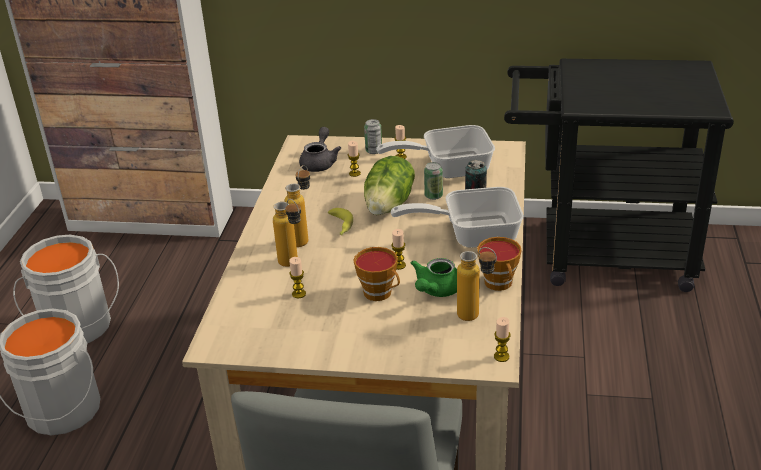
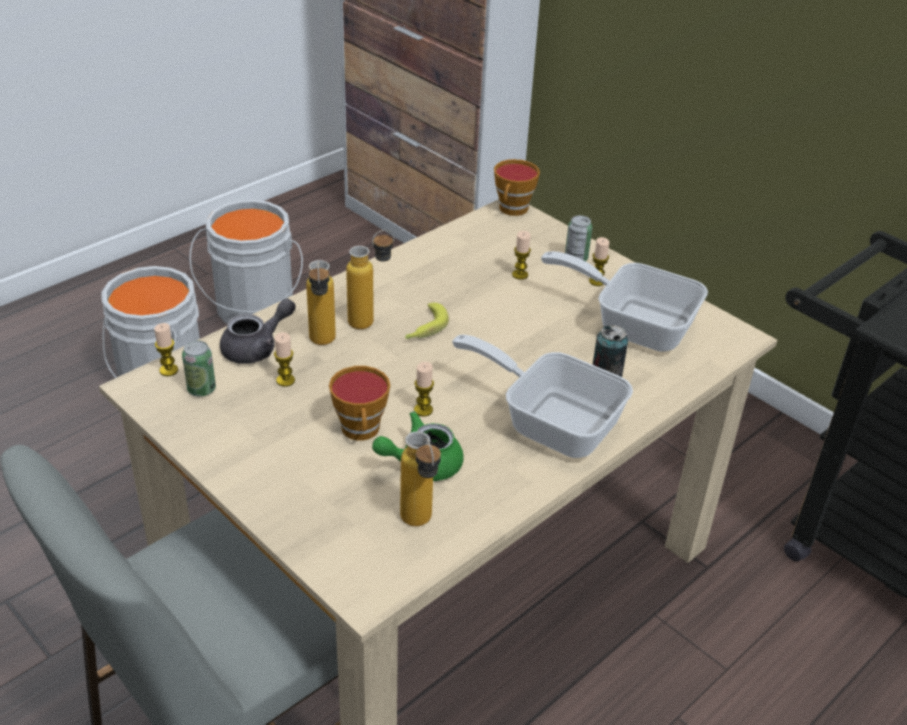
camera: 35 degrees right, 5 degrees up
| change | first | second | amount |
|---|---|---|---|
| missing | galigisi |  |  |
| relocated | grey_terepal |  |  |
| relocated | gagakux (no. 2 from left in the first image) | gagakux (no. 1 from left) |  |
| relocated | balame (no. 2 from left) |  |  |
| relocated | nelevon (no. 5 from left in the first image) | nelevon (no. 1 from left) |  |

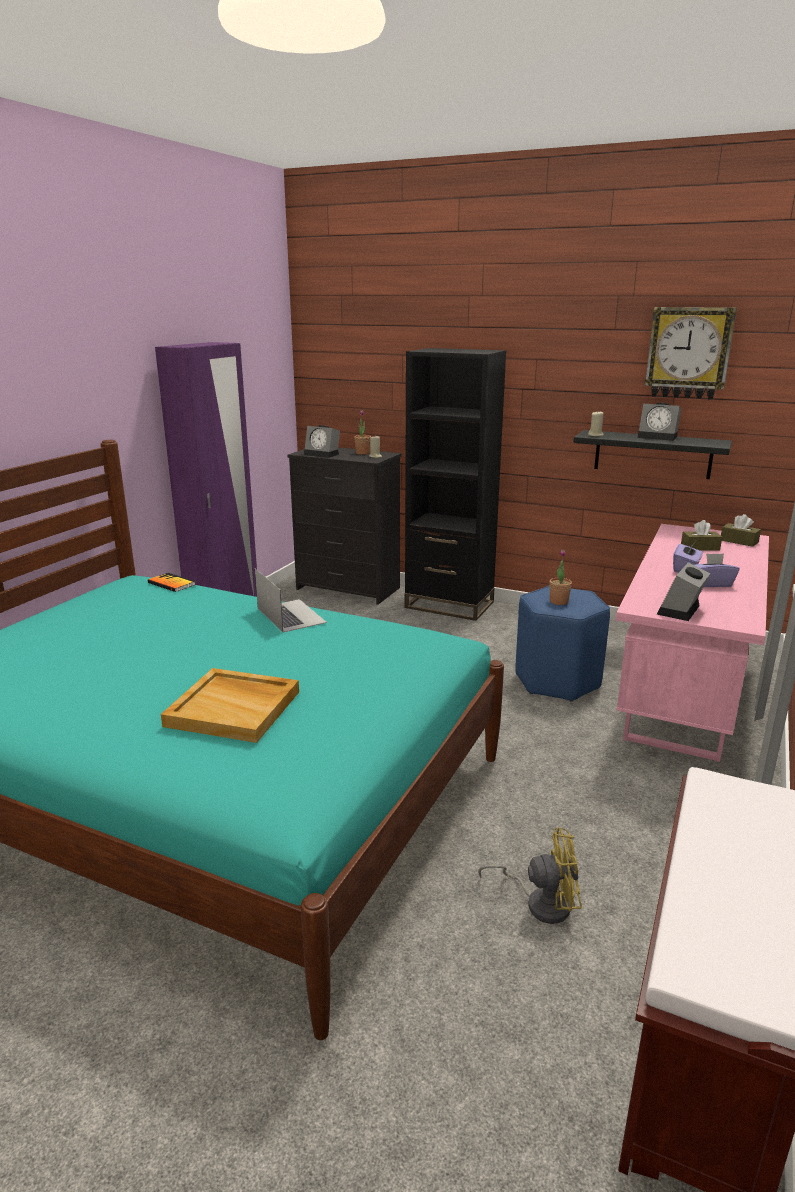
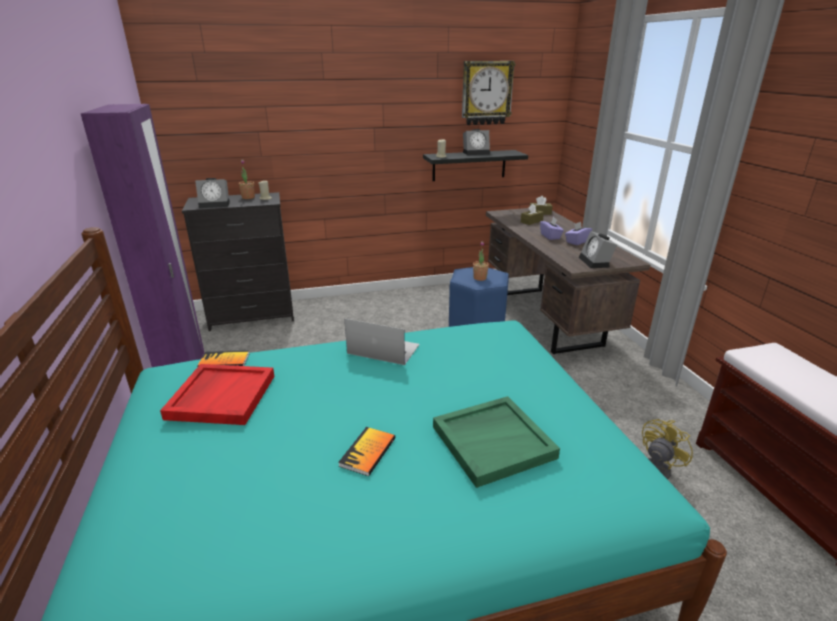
camera: 40 degrees left, 5 degrees up
| change | first | second | amount |
|---|---|---|---|
| missing | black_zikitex |  |  |
| appeared |  | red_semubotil |  |
| appeared |  | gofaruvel (no. 2 from left) |  |
| colour | beige_semubotil | green_semubotil |  |
| colour | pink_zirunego | brown_zirunego |  |

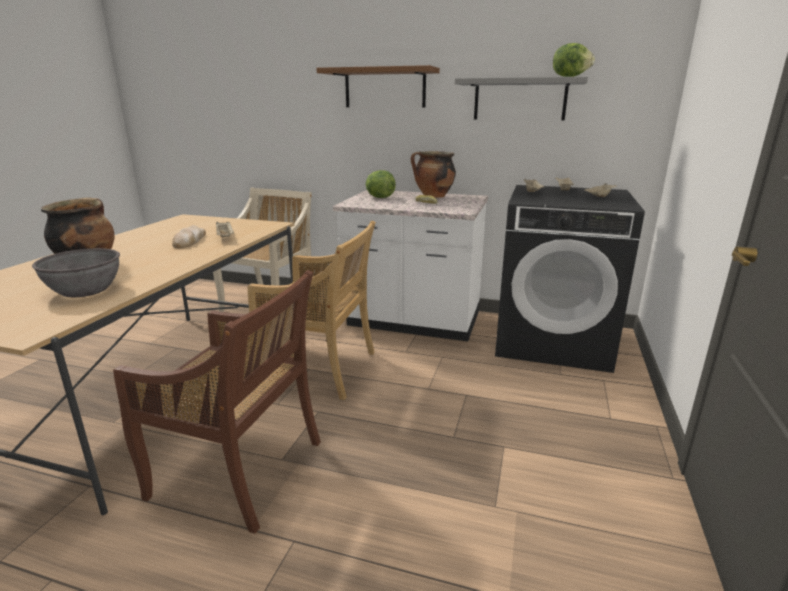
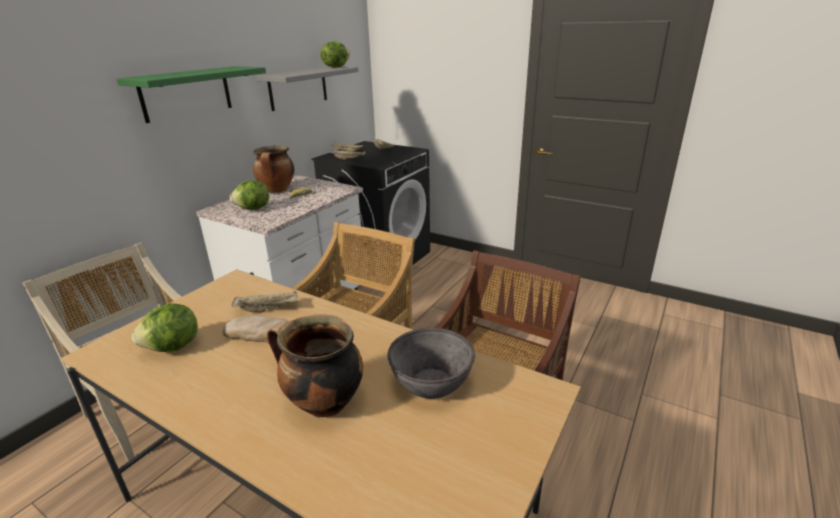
camera: 75 degrees left, 5 degrees up
| change | first | second | amount |
|---|---|---|---|
| appeared |  | galigisi (no. 1 from left) |  |
| colour | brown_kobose | green_kobose |  |

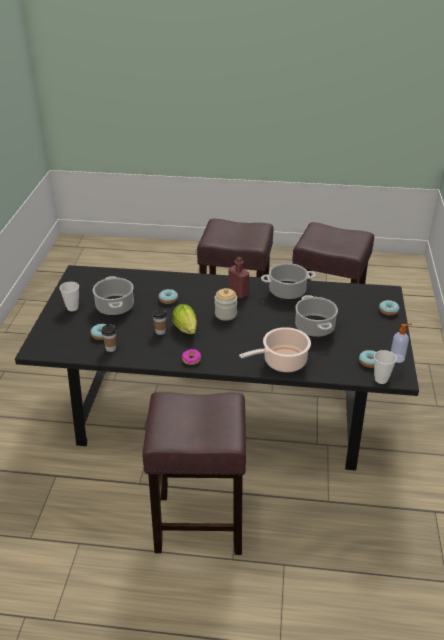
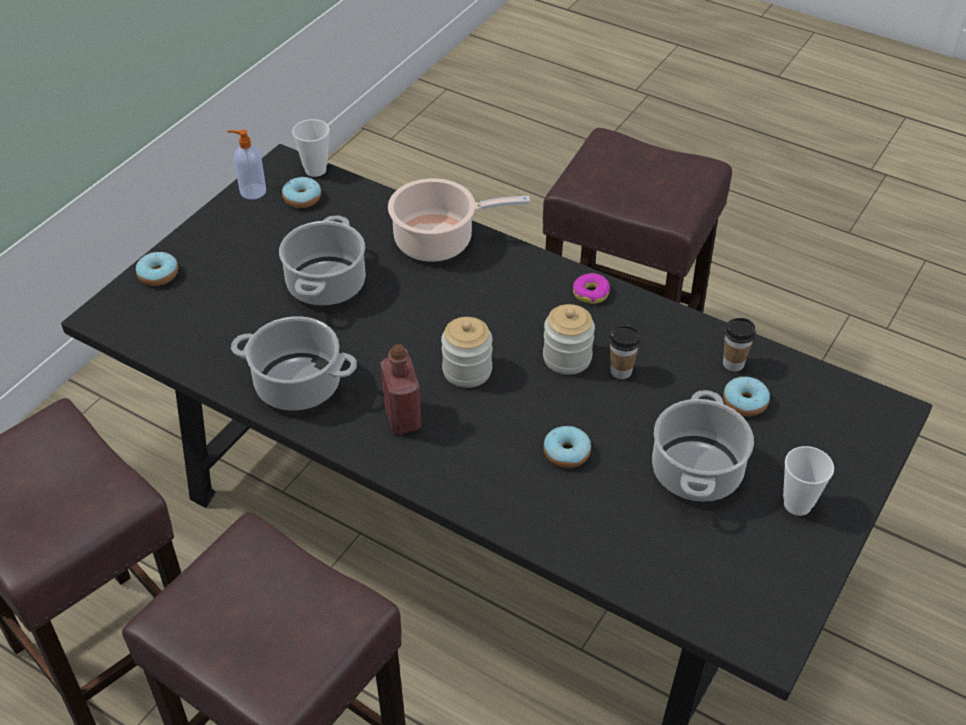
camera: 155 degrees left, 10 degrees up
| change | first | second | amount |
|---|---|---|---|
| exchanged | galigisi | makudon (no. 2 from left) |  |

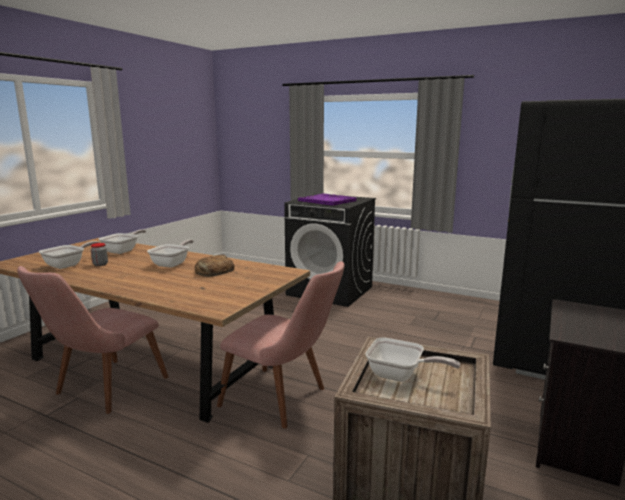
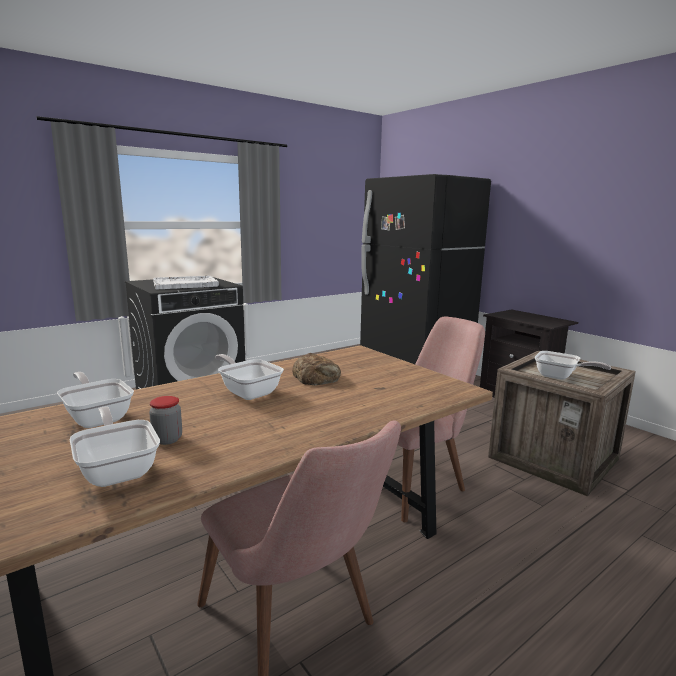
camera: 65 degrees left, 0 degrees up
| change | first | second | amount |
|---|---|---|---|
| colour | purple_semubotil | white_semubotil |  |
| spun | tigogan (no. 4 from left) |  | 75 degrees clockwise |

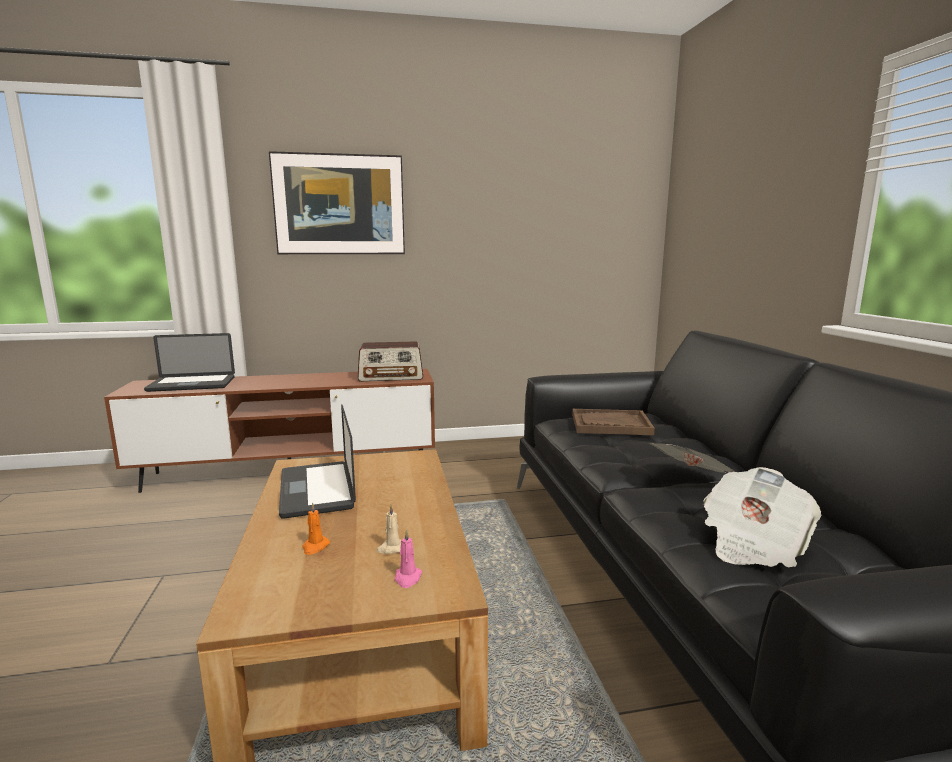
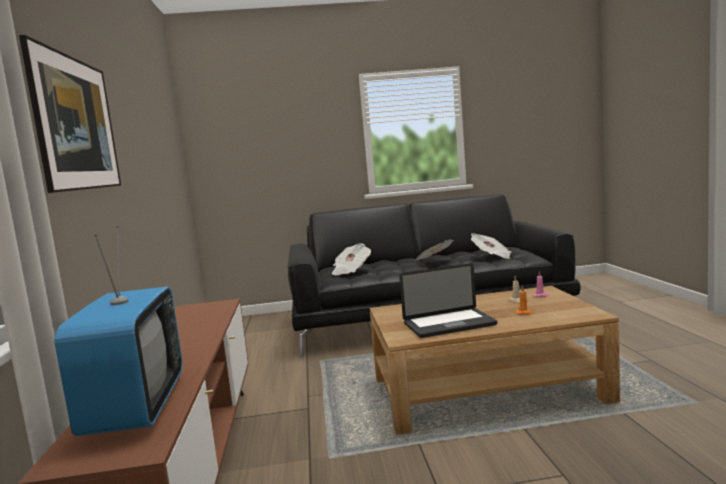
camera: 85 degrees left, 5 degrees down
| change | first | second | amount |
|---|---|---|---|
| missing | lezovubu |  |  |
| exchanged | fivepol (no. 1 from left) | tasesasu |  |
| exchanged | brown_semubotil | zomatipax (no. 1 from left) |  |

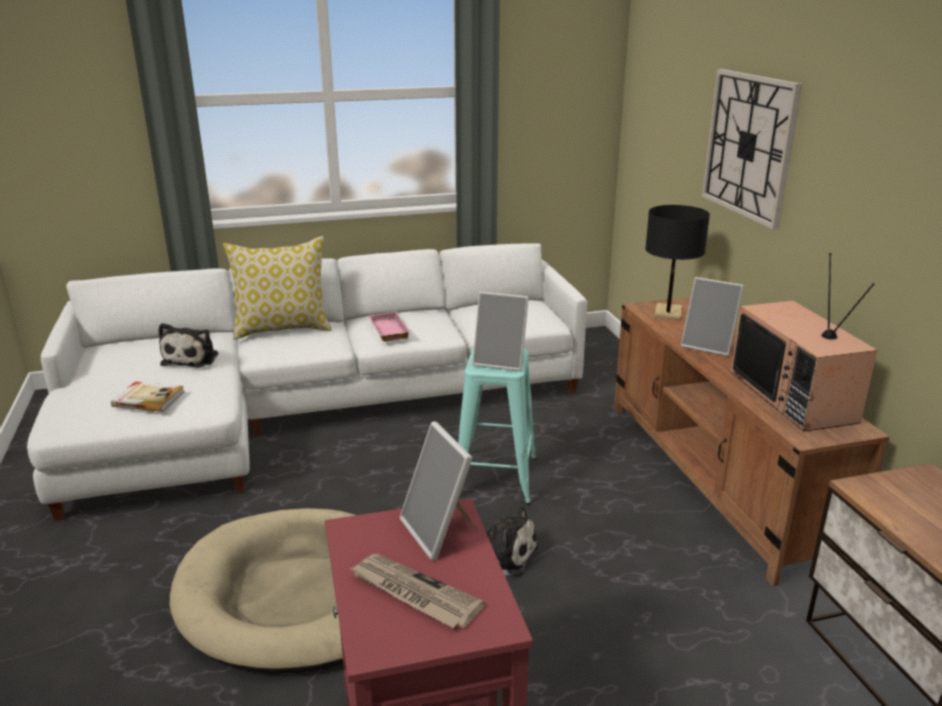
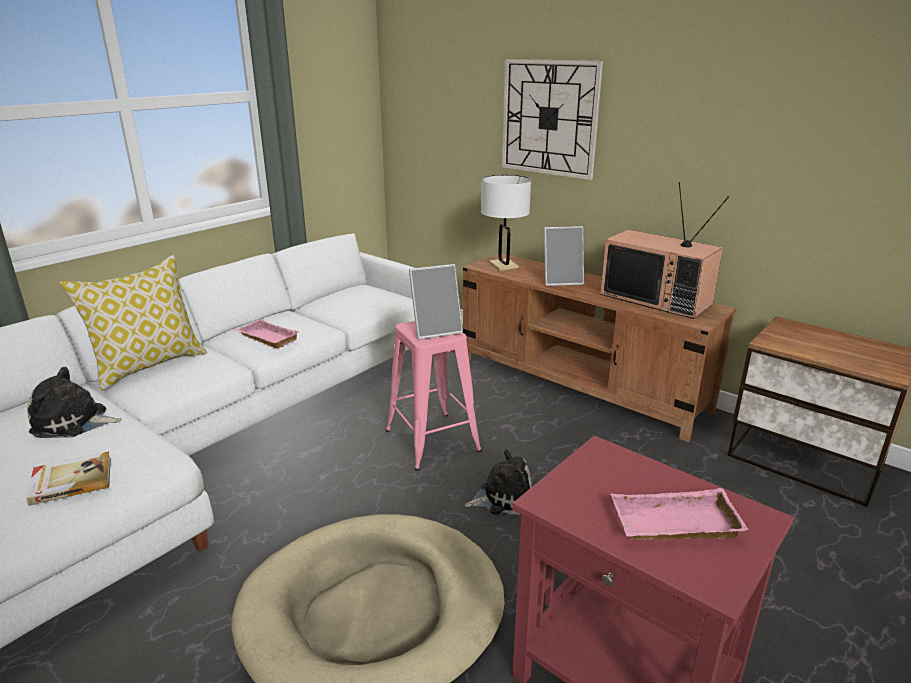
camera: 35 degrees left, 0 degrees up
| change | first | second | amount |
|---|---|---|---|
| missing | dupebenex (no. 1 from left) |  |  |
| exchanged | zomatipax | pink_semubotil (no. 2 from left) |  |
| colour | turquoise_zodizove | pink_zodizove |  |
| colour | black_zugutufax | white_zugutufax |  |
| spun | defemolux (no. 1 from left) |  | 120 degrees clockwise |

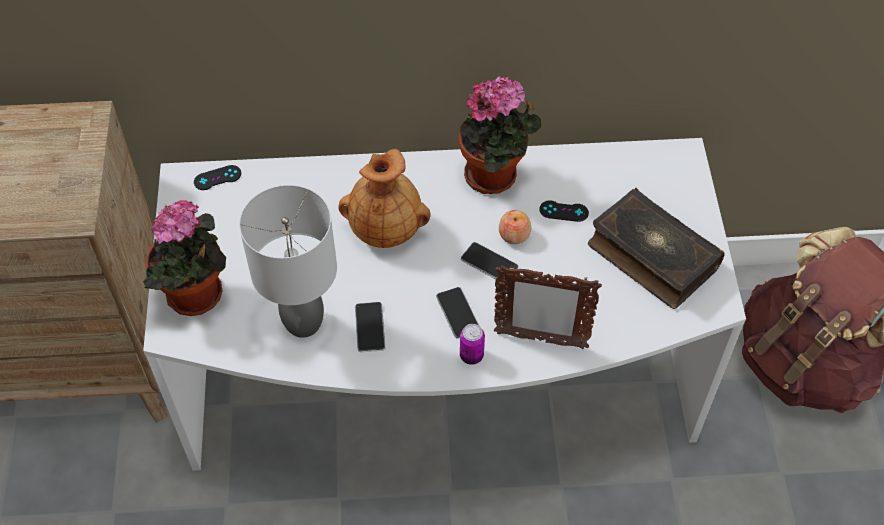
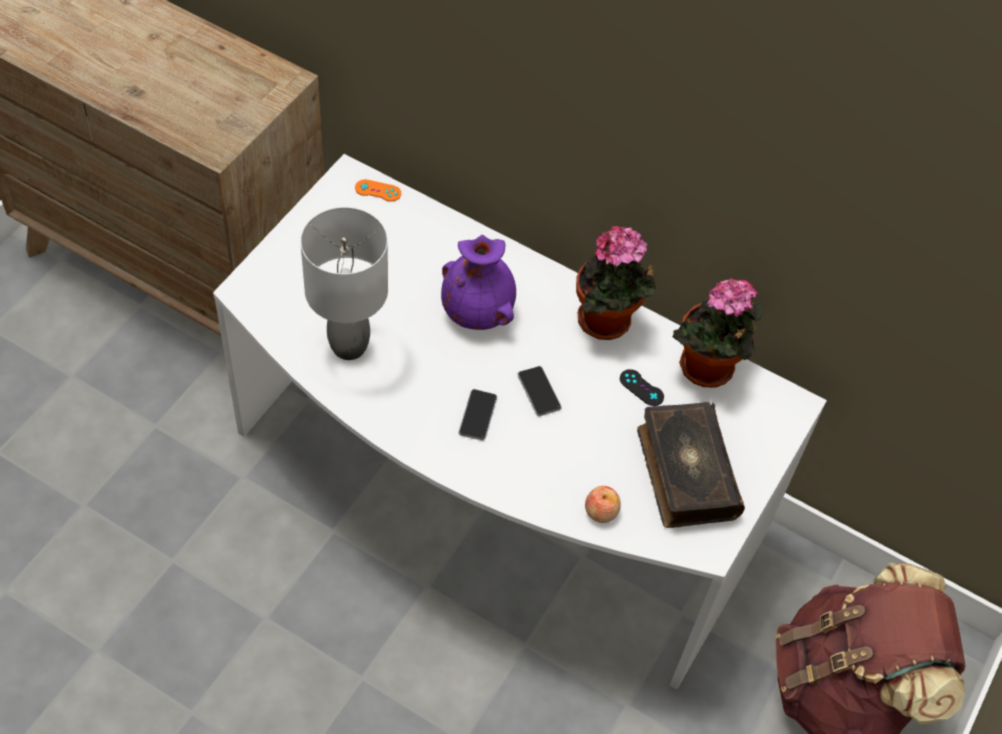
camera: 30 degrees right, 0 degrees up
| change | first | second | amount |
|---|---|---|---|
| missing | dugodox (no. 1 from left) |  |  |
| missing | gagakux |  |  |
| missing | dupebenex |  |  |
| relocated | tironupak (no. 1 from left in the first image) | tironupak (no. 2 from left) |  |
| relocated | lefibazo |  |  |
| colour | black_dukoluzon (no. 1 from left) | orange_dukoluzon |  |
| colour | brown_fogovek | purple_fogovek |  |

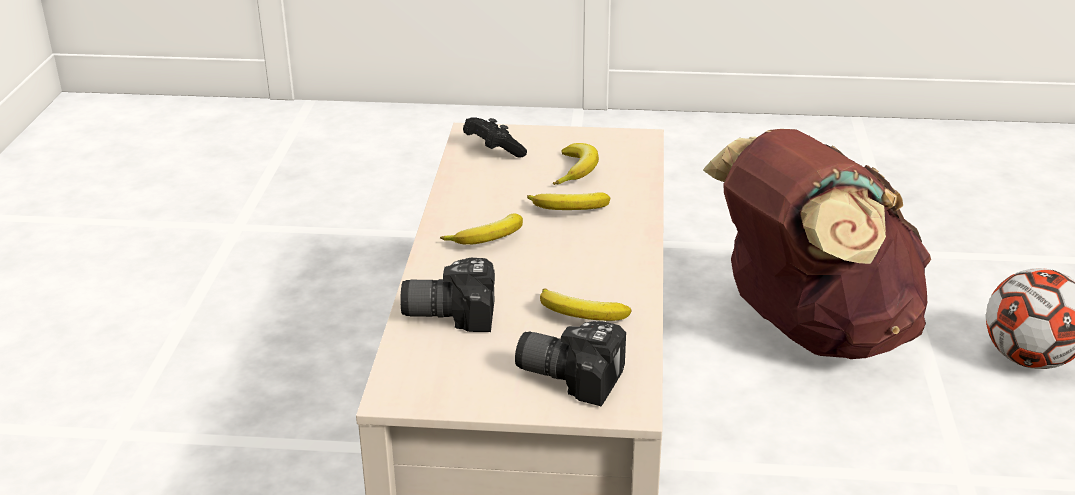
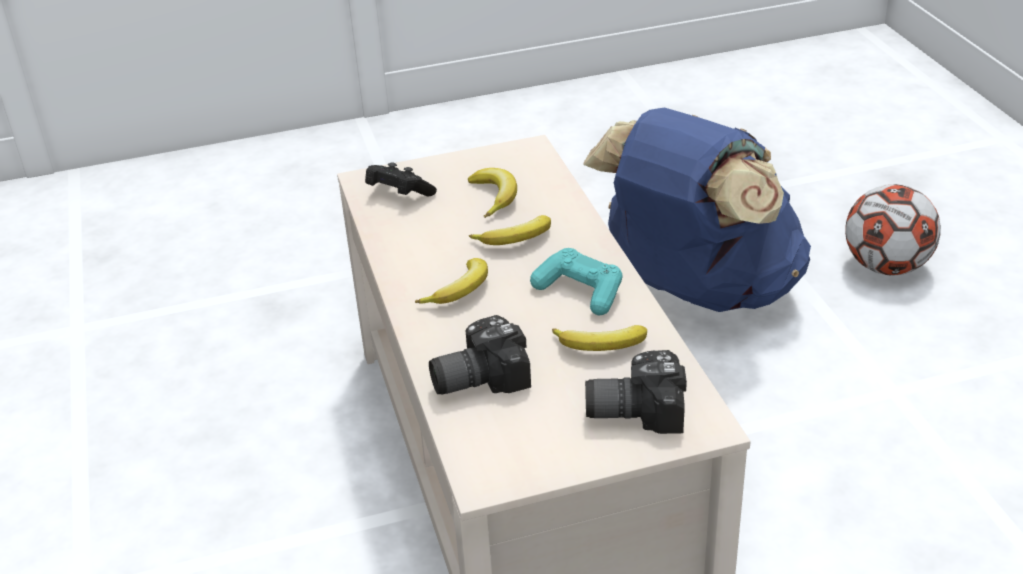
camera: 20 degrees left, 5 degrees up
| change | first | second | amount |
|---|---|---|---|
| appeared |  | turquoise_dukoluzon |  |
| colour | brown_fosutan | blue_fosutan |  |

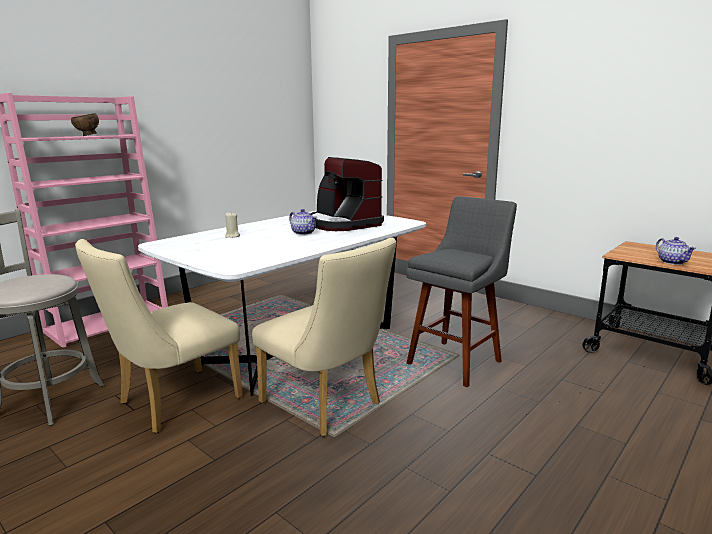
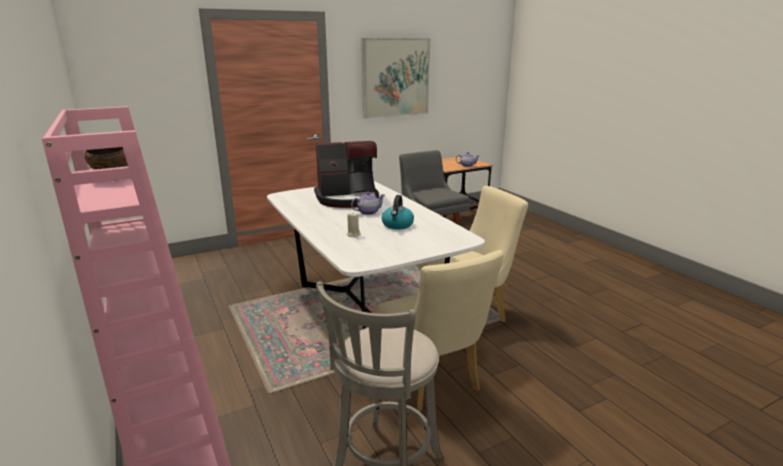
camera: 70 degrees left, 5 degrees up
| change | first | second | amount |
|---|---|---|---|
| appeared |  | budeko |  |
| appeared |  | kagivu |  |

